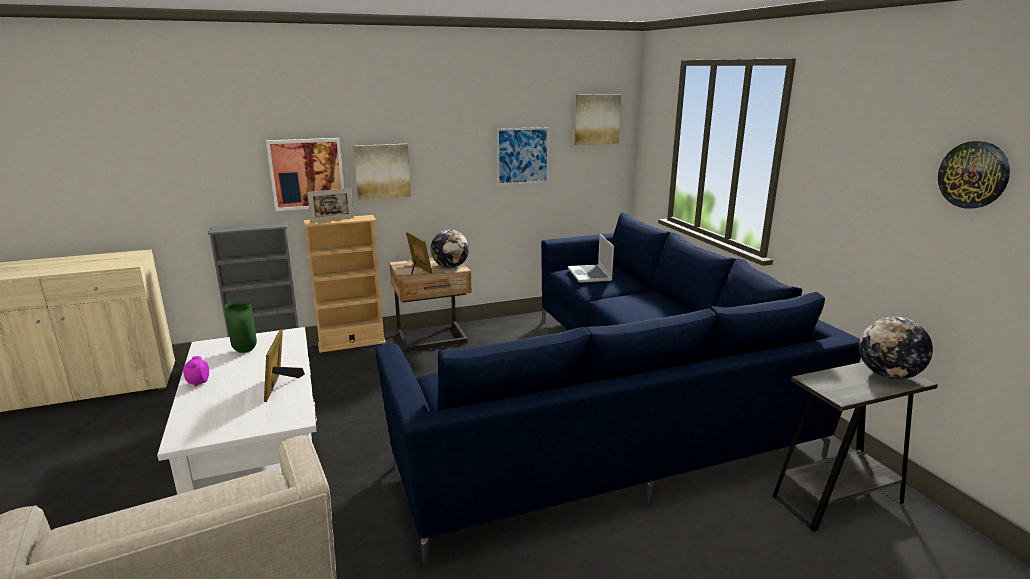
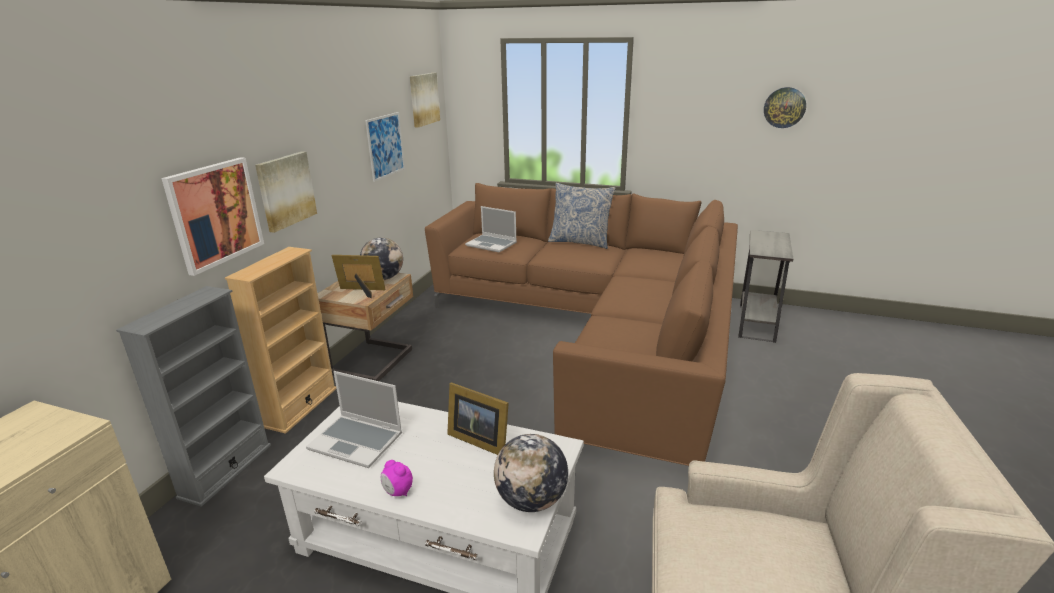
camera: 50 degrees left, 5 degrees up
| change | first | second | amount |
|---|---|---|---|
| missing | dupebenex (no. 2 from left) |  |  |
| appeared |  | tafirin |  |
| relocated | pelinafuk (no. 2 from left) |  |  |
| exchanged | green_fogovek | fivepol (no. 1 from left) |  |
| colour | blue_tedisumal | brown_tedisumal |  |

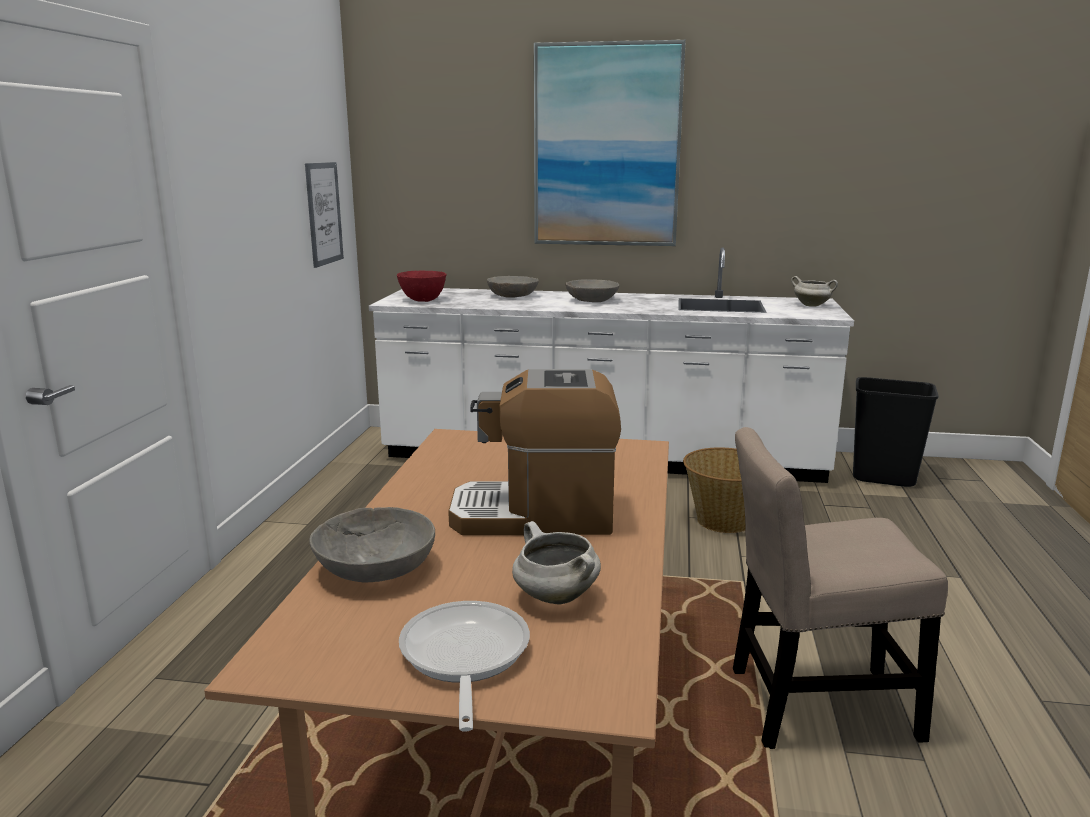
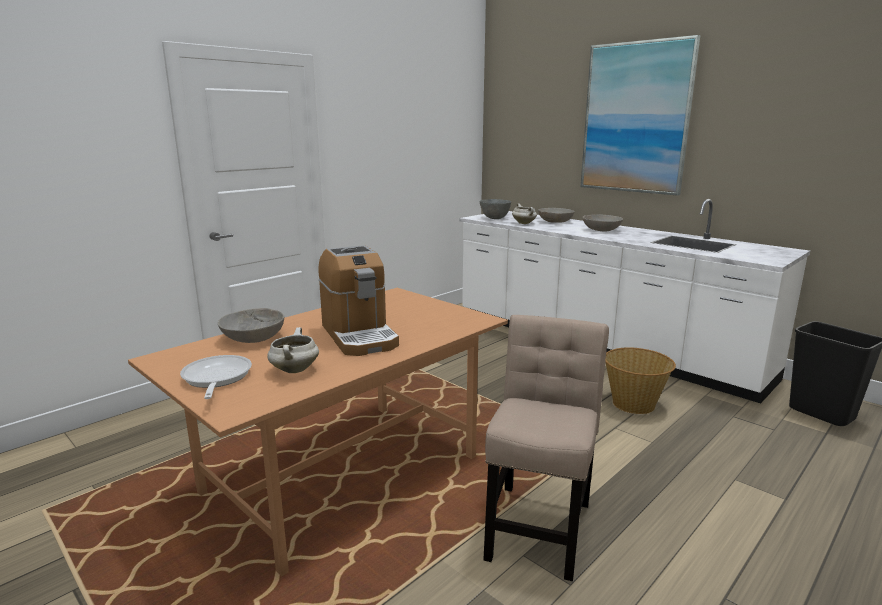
camera: 35 degrees right, 0 degrees up
| change | first | second | amount |
|---|---|---|---|
| missing | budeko (no. 1 from left) |  |  |
| relocated | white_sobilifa (no. 2 from left) |  |  |
| colour | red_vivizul | grey_vivizul (no. 2 from left) |  |
| spun | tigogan |  | 45 degrees counterclockwise |
| spun | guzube |  | 150 degrees counterclockwise |
| spun | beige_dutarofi |  | 75 degrees clockwise |

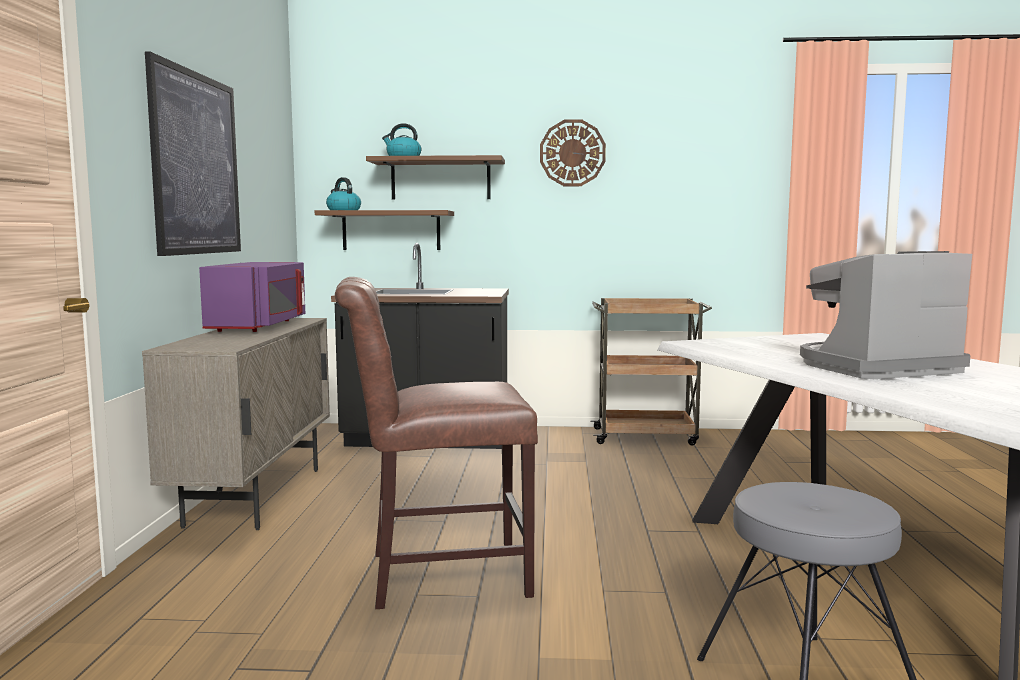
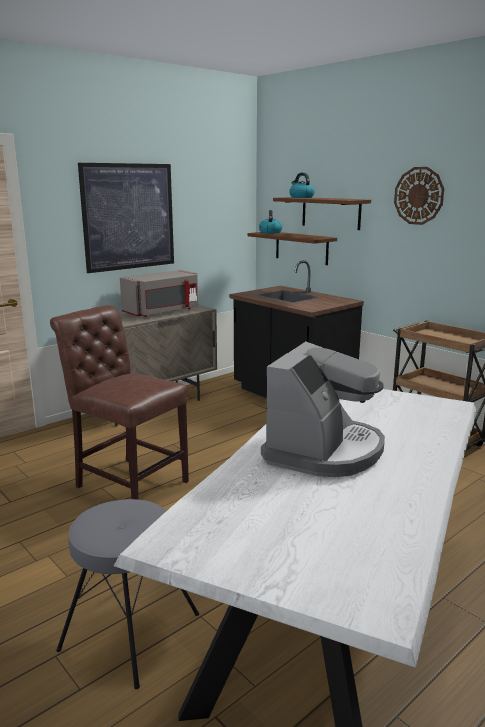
camera: 45 degrees right, 10 degrees up
| change | first | second | amount |
|---|---|---|---|
| colour | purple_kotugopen | grey_kotugopen |  |
| spun | guzube |  | 90 degrees clockwise |

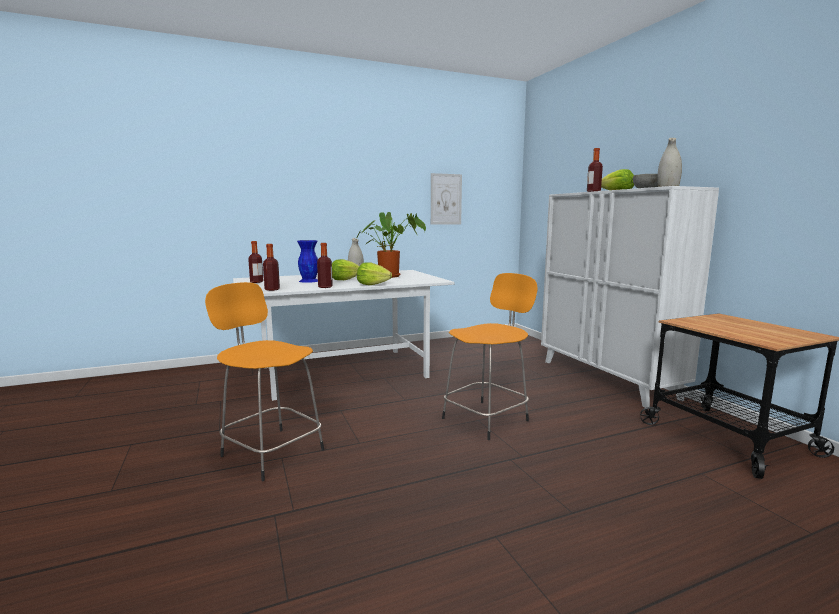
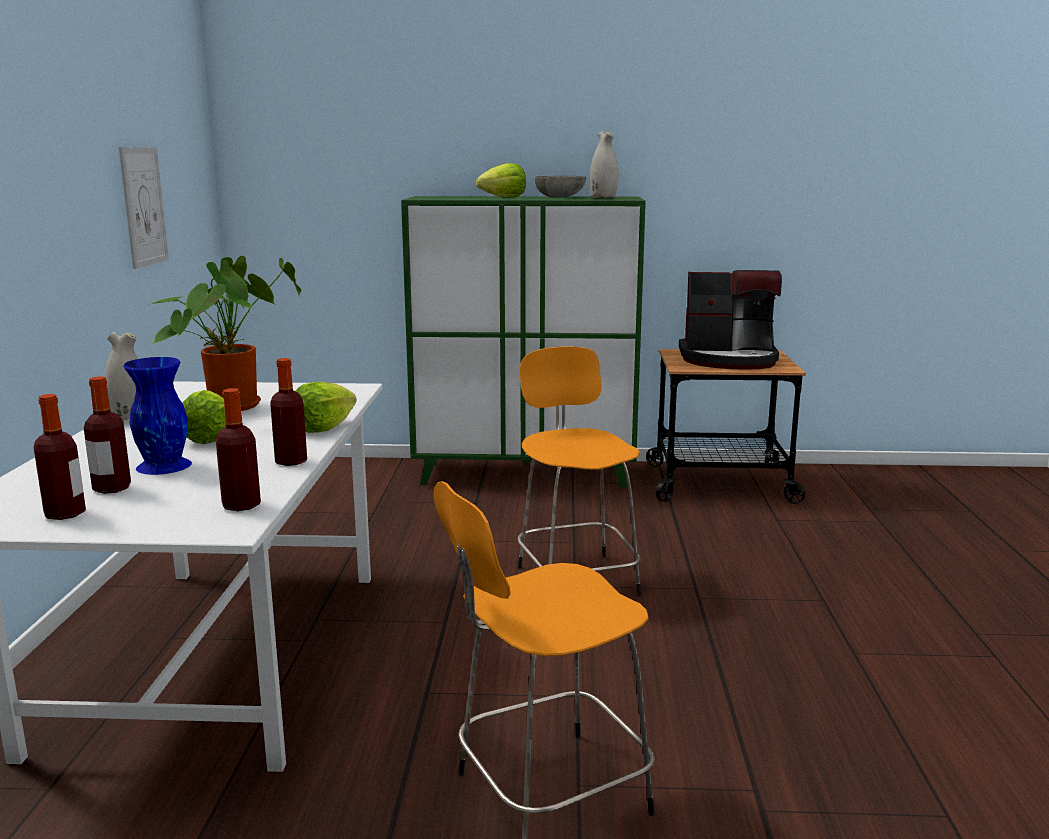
camera: 65 degrees left, 5 degrees up
| change | first | second | amount |
|---|---|---|---|
| appeared |  | guzube |  |
| relocated | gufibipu (no. 4 from left in the first image) | gufibipu (no. 2 from left) |  |
| colour | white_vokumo | green_vokumo |  |

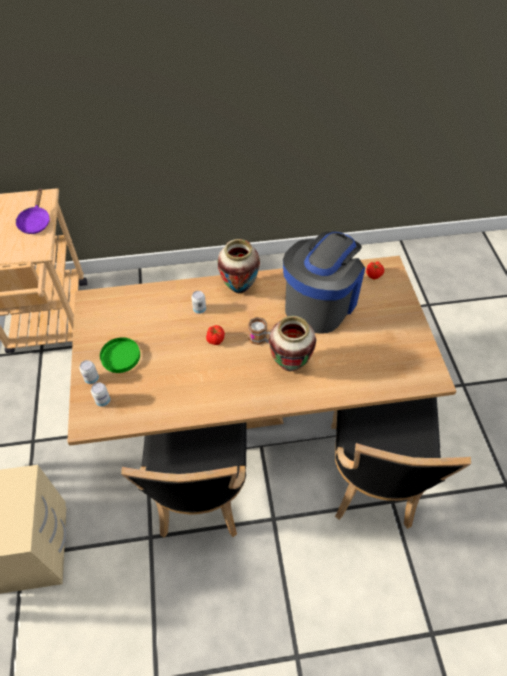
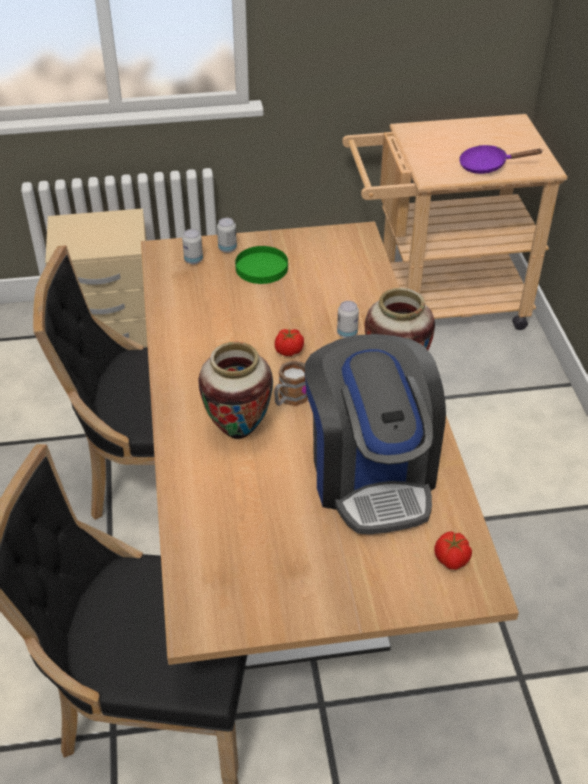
camera: 90 degrees right, 10 degrees down
| change | first | second | amount |
|---|---|---|---|
| spun | guzube |  | 45 degrees clockwise |

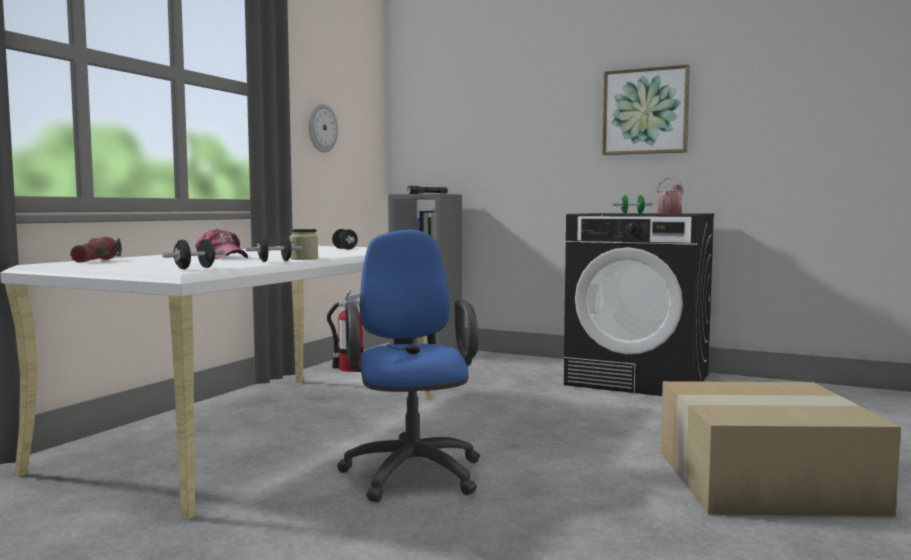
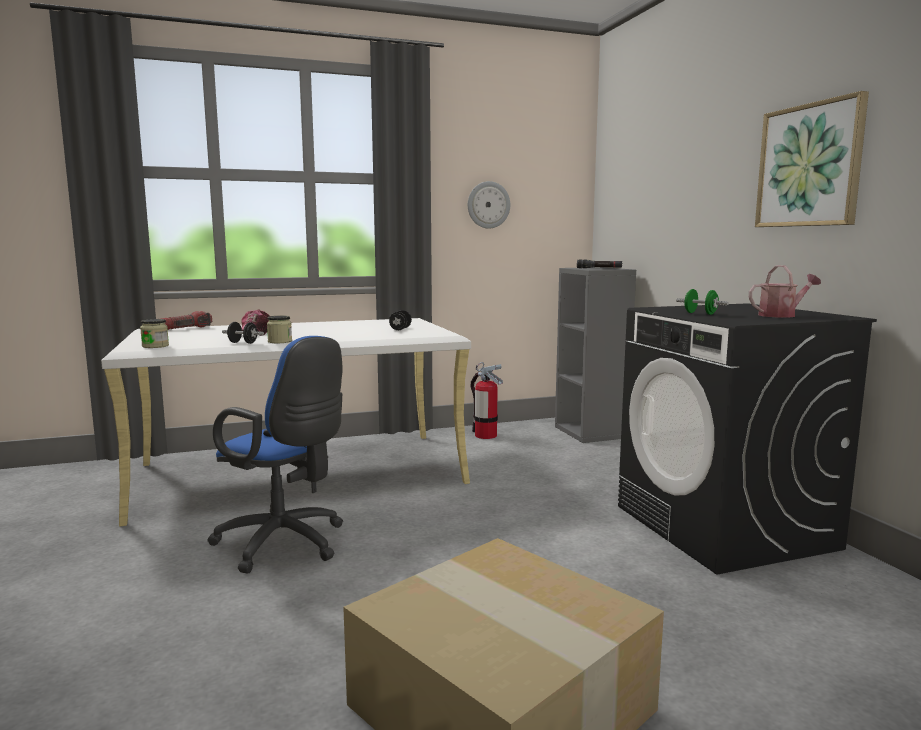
camera: 45 degrees right, 5 degrees up
| change | first | second | amount |
|---|---|---|---|
| exchanged | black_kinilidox (no. 1 from left) | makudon (no. 1 from left) |  |
| spun | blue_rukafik |  | 90 degrees clockwise |

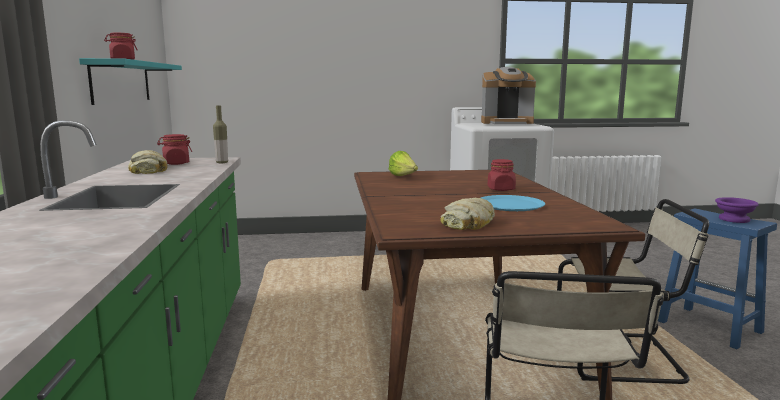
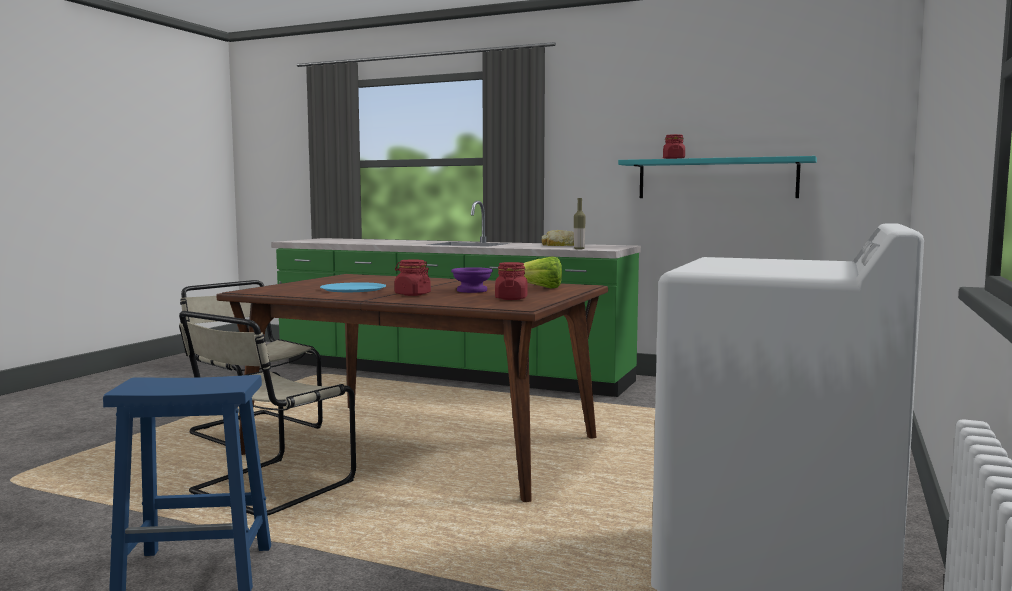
camera: 120 degrees right, 5 degrees down
| change | first | second | amount |
|---|---|---|---|
| missing | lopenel (no. 2 from left) |  |  |
| missing | guzube |  |  |
| relocated | red_makudon (no. 2 from left) |  |  |
| relocated | purple_vivizul |  |  |

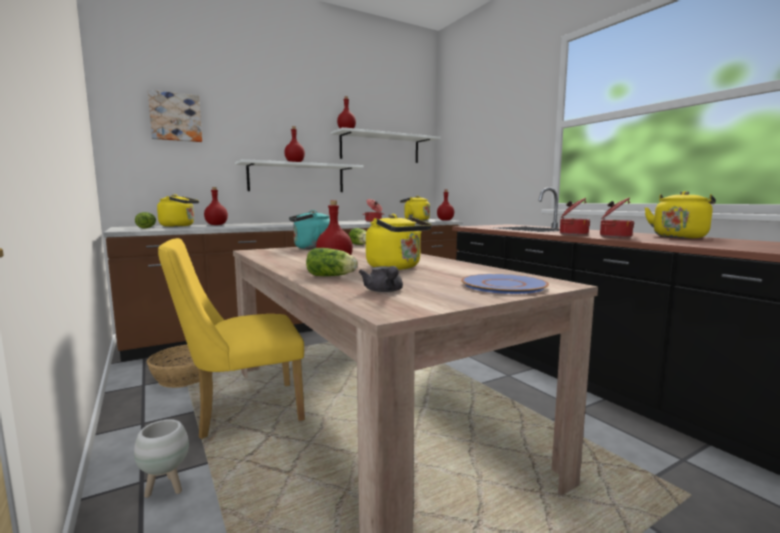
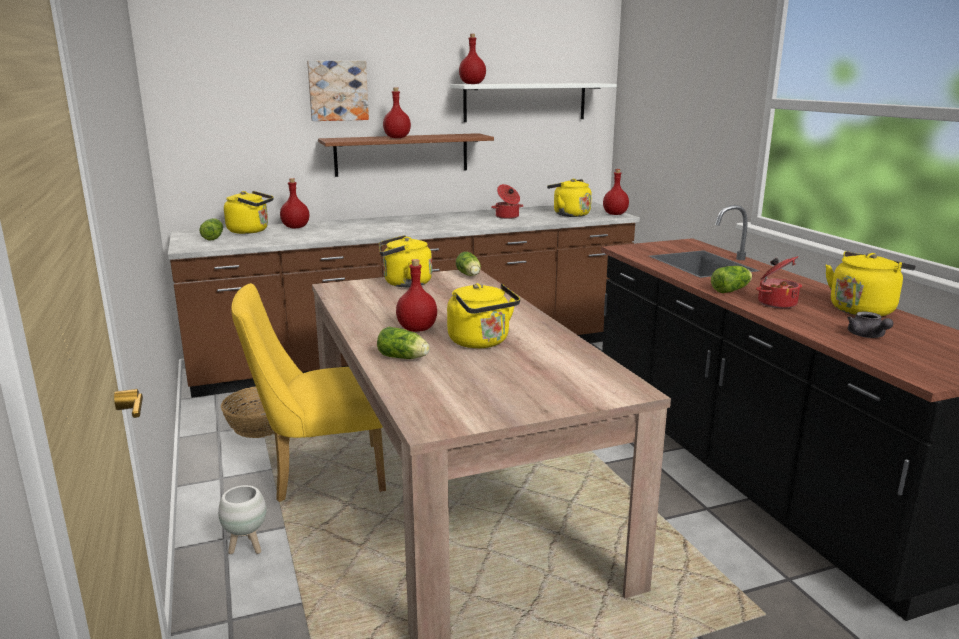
camera: 10 degrees right, 10 degrees up
| change | first | second | amount |
|---|---|---|---|
| missing | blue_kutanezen |  |  |
| relocated | budeko |  |  |
| relocated | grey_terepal |  |  |
| exchanged | sobilifa (no. 2 from left) | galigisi (no. 4 from left) |  |
| colour | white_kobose (no. 1 from left) | brown_kobose |  |
| colour | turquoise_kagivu | yellow_kagivu (no. 2 from left) |  |

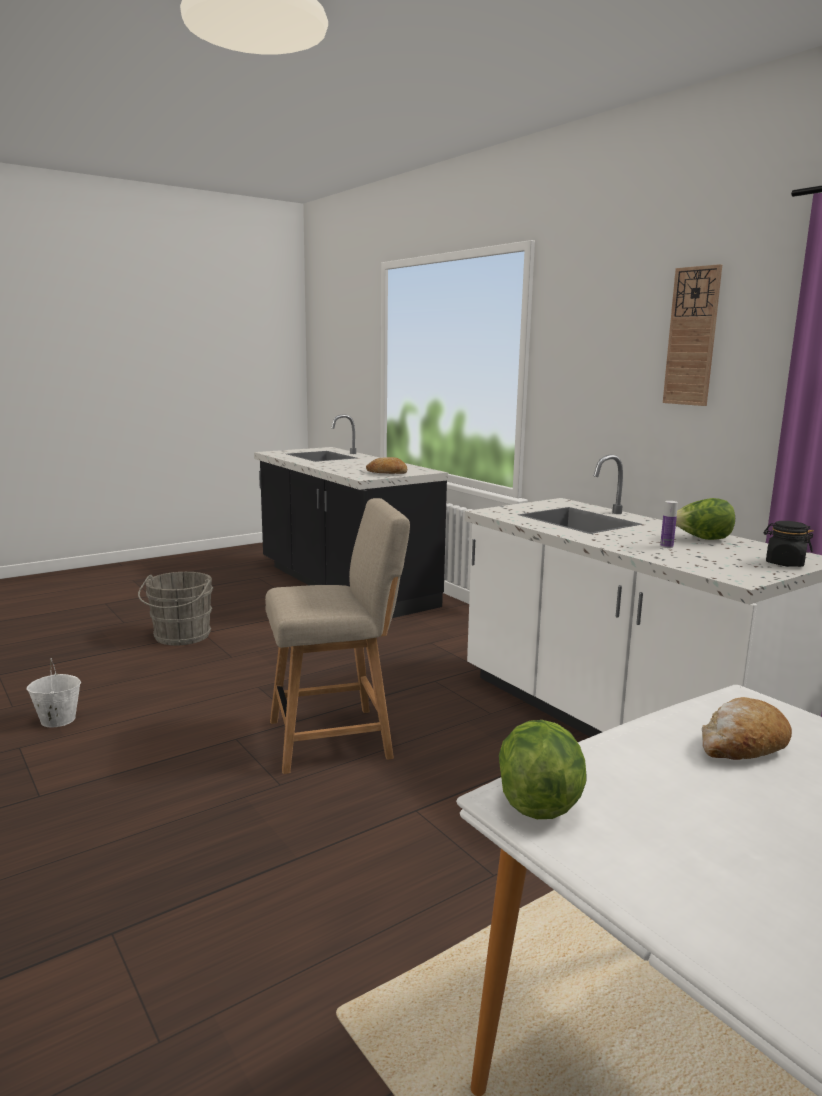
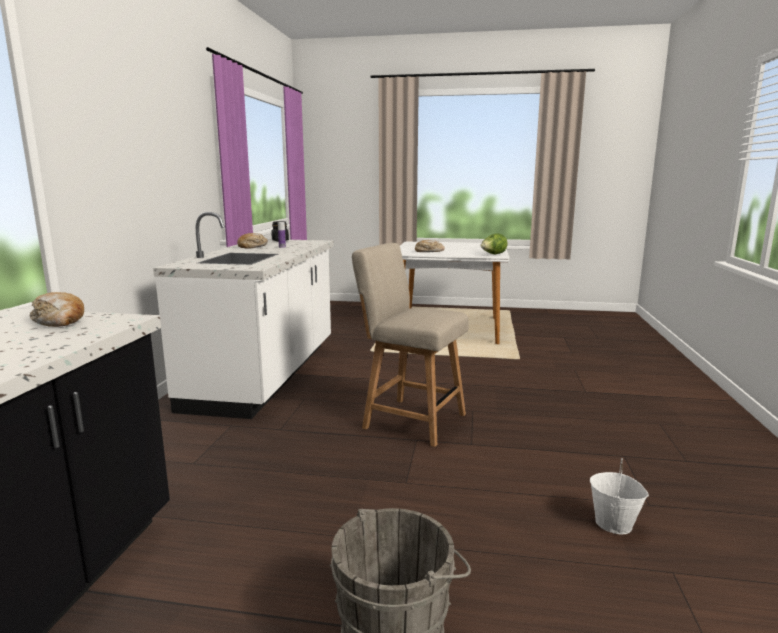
camera: 135 degrees left, 0 degrees up
| change | first | second | amount |
|---|---|---|---|
| missing | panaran |  |  |
| exchanged | galigisi (no. 2 from left) | lopenel (no. 2 from left) |  |

